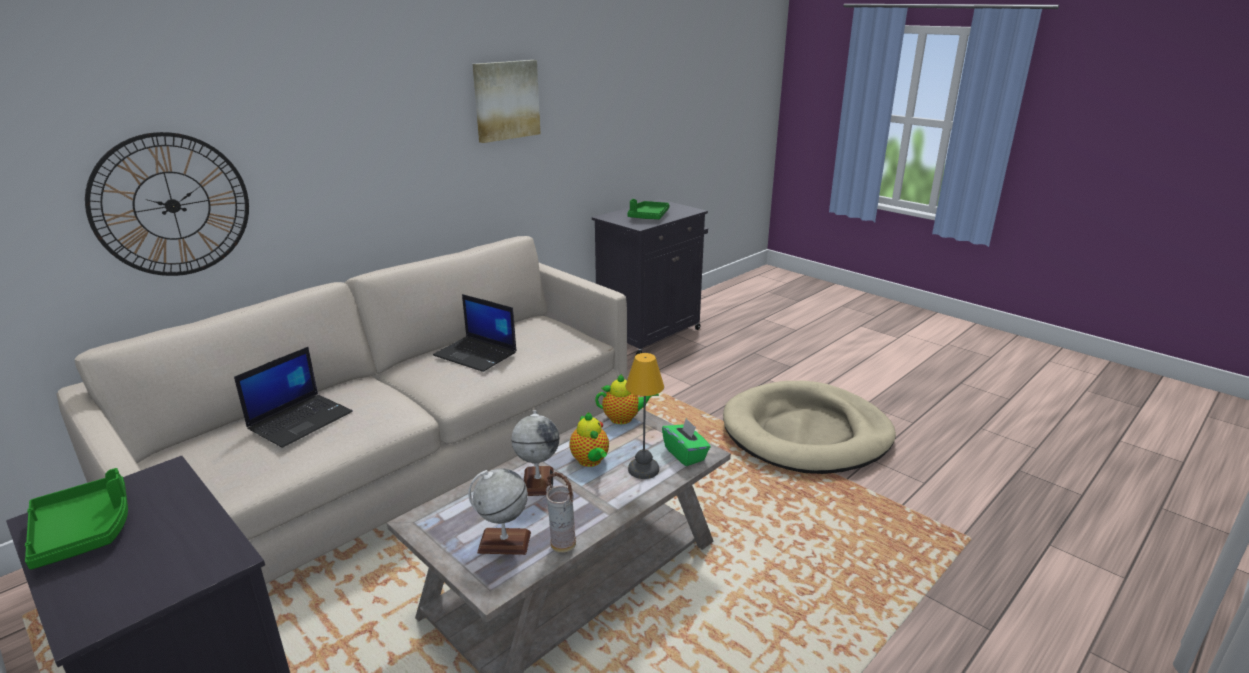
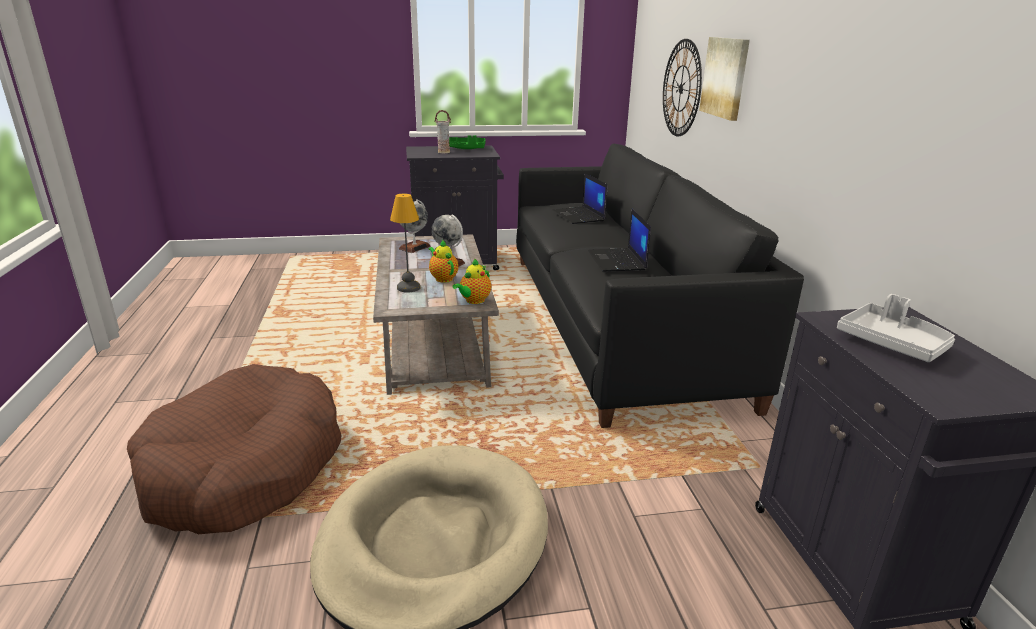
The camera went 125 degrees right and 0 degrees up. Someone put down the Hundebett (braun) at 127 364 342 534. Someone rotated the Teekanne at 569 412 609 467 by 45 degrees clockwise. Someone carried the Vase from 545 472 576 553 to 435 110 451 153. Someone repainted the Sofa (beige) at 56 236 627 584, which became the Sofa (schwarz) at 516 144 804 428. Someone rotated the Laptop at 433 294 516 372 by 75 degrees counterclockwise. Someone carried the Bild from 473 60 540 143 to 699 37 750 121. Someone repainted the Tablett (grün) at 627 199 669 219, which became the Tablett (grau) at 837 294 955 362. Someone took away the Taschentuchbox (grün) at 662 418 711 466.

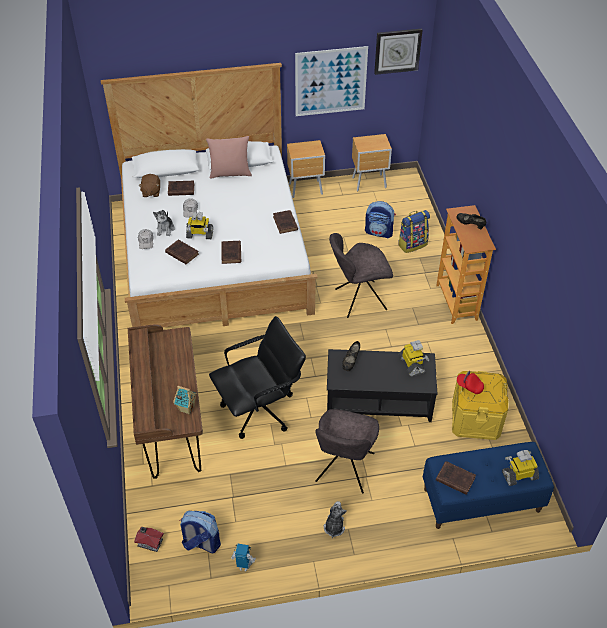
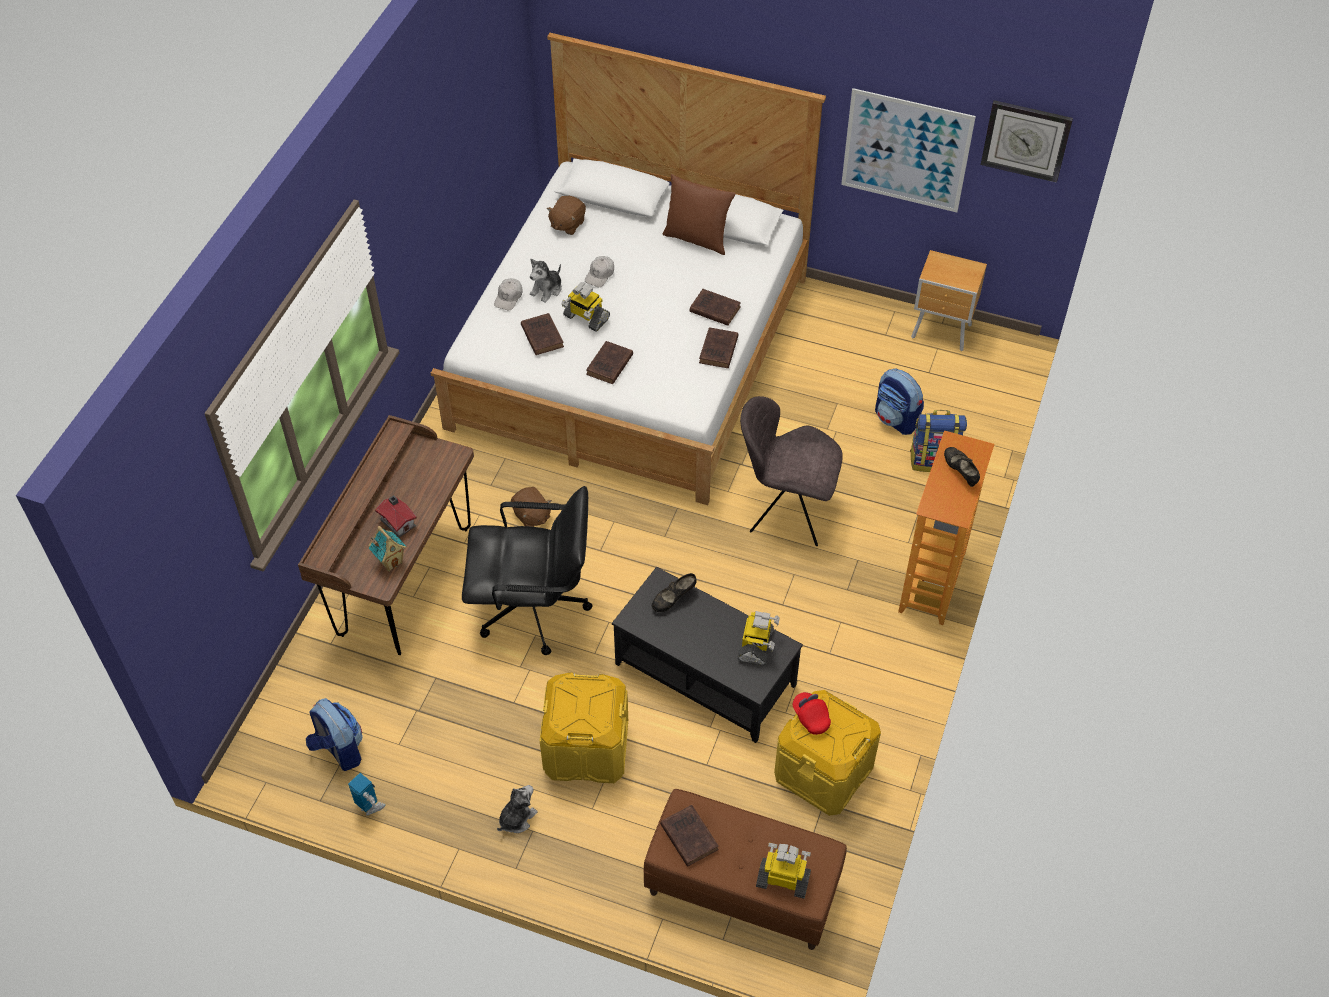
The camera went 30 degrees right and 5 degrees up. Someone carried the Spielzeughaus from 134 527 164 552 to 375 495 417 538. Someone put down the Plüschtier (braun) at 511 487 552 527. Someone swapped the Stuhl (grau) at 315 409 379 493 for the Aufbewahrungsbox (gelb) at 540 673 628 783. Someone repainted the Bank (blau) at 423 442 554 529, which became the Bank (braun) at 643 789 847 950. Someone repainted the Kissen (rosa) at 206 136 252 179, which became the Kissen (braun) at 663 174 735 255. Someone carried the Buch (braun) from 168 181 194 196 to 690 289 741 326. Someone took away the Nachttisch (braun) at 287 140 325 198.

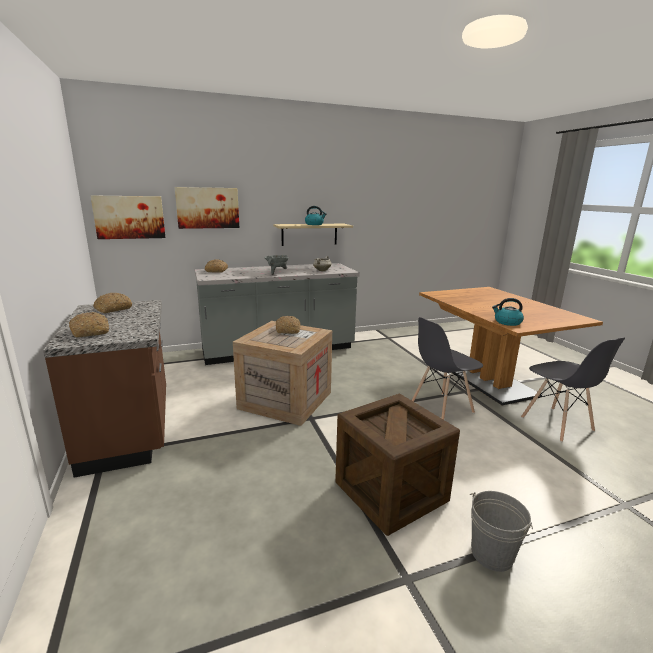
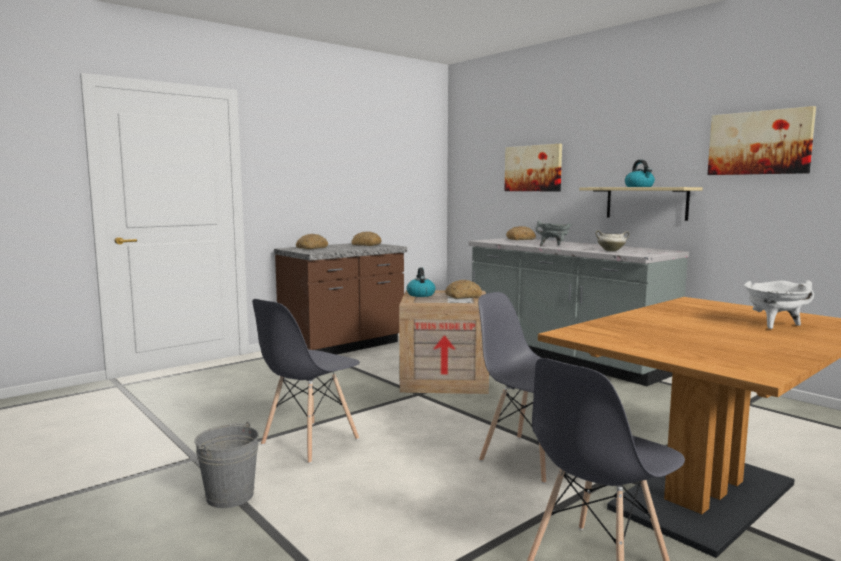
The camera went 70 degrees right and 10 degrees down. Someone swapped the Kiste at 335 393 460 536 for the Stuhl (grau) at 252 299 360 464. Someone carried the Wasserkessel from 492 298 524 326 to 407 268 435 297. Someone carried the Bild from 91 195 166 239 to 707 106 816 175. Someone put down the Kochtopf (weiß) at 744 280 814 329.

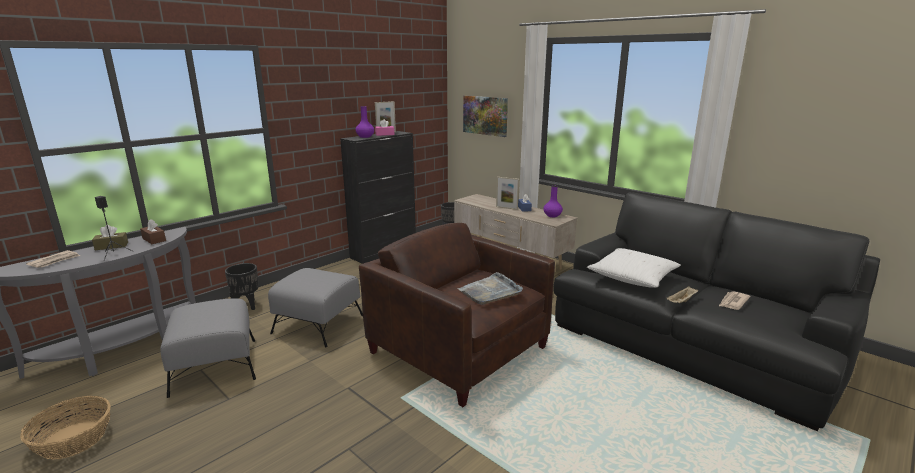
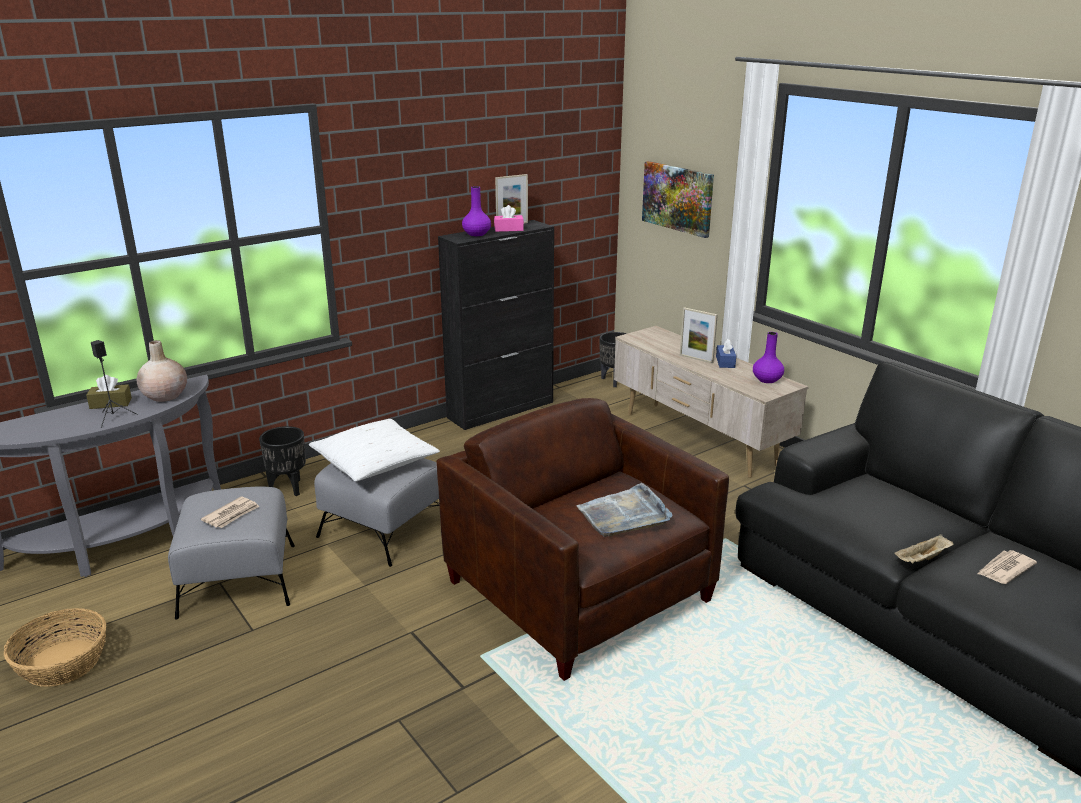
The camera went 10 degrees right and 5 degrees up. Someone swapped the Taschentuchbox (braun) at 140 219 166 244 for the Vase (beige) at 137 340 187 402. Someone carried the Zeitung from 26 250 80 268 to 201 497 260 528. Someone carried the Kissen (weiß) from 587 248 681 288 to 309 419 440 481.

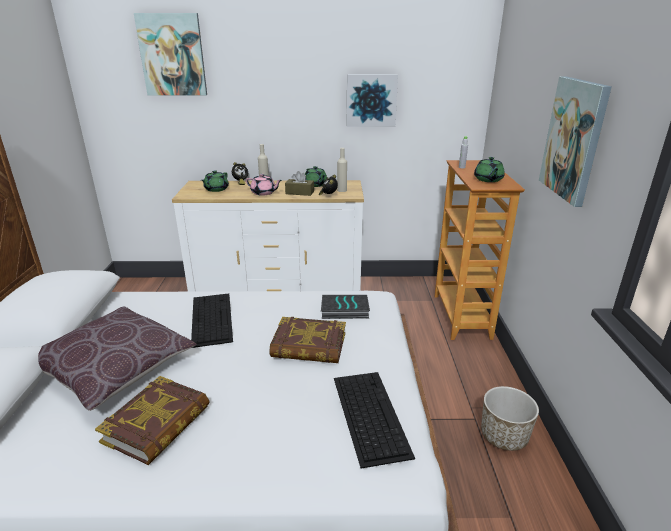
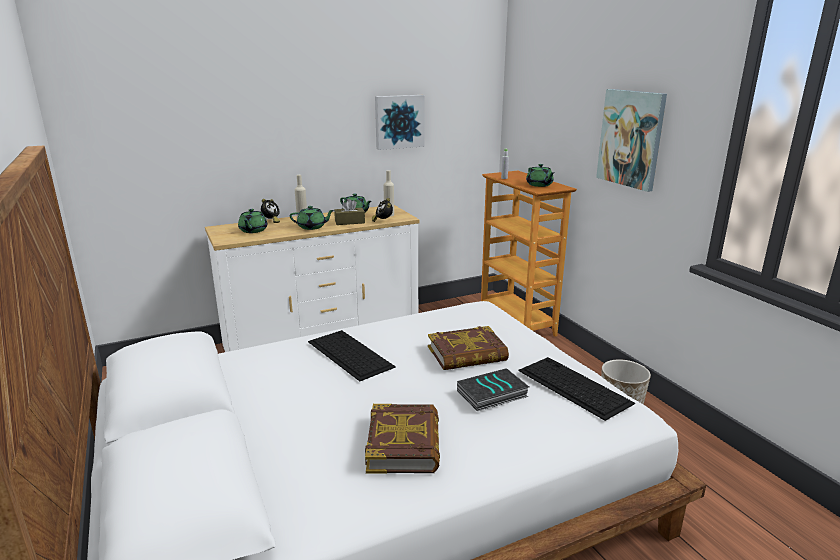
The camera went 25 degrees left and 5 degrees down. Someone repainted the Teekanne (rosa) at 246 174 282 196, which became the Teekanne (grün) at 290 206 334 230. Someone carried the Buch from 321 295 370 319 to 457 368 529 411. Someone took away the Kissen (braun) at 38 306 197 411. Someone took away the Bild at 134 13 207 95.

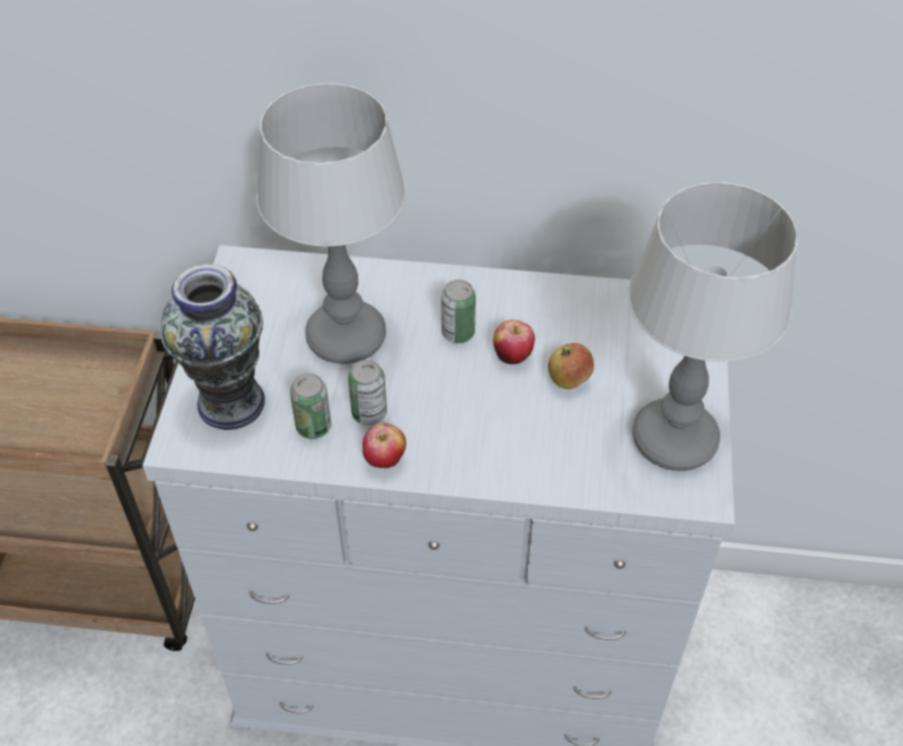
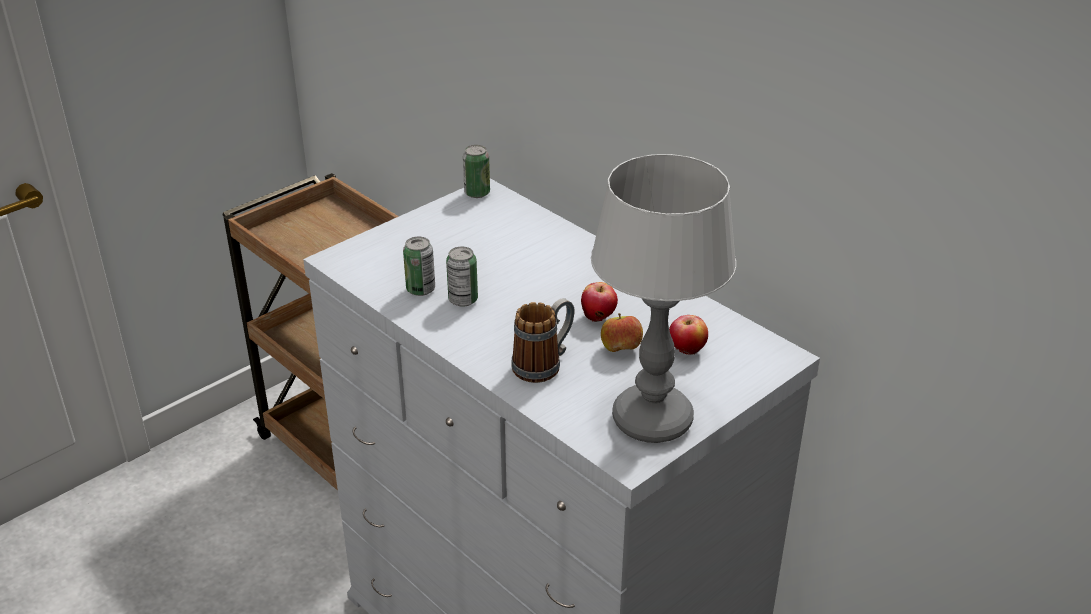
The camera went 40 degrees right and 15 degrees down. Someone carried the Dose from 441 279 476 343 to 463 145 490 198. Someone put down the Henkelbecher at 511 298 574 383. Someone carried the Apfel from 362 423 406 468 to 669 315 708 355. Someone took away the Vase at 161 264 265 430. Someone took away the Tischlampe at 257 83 406 364.

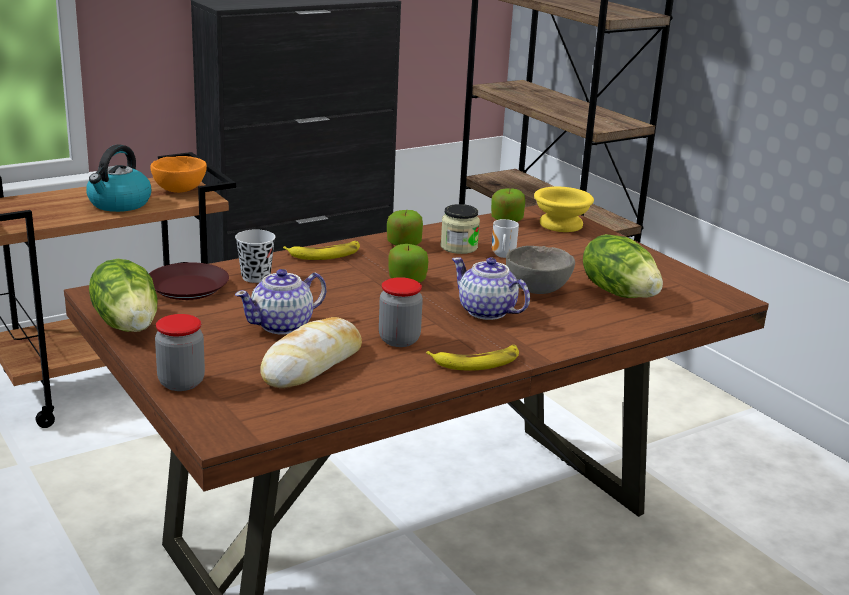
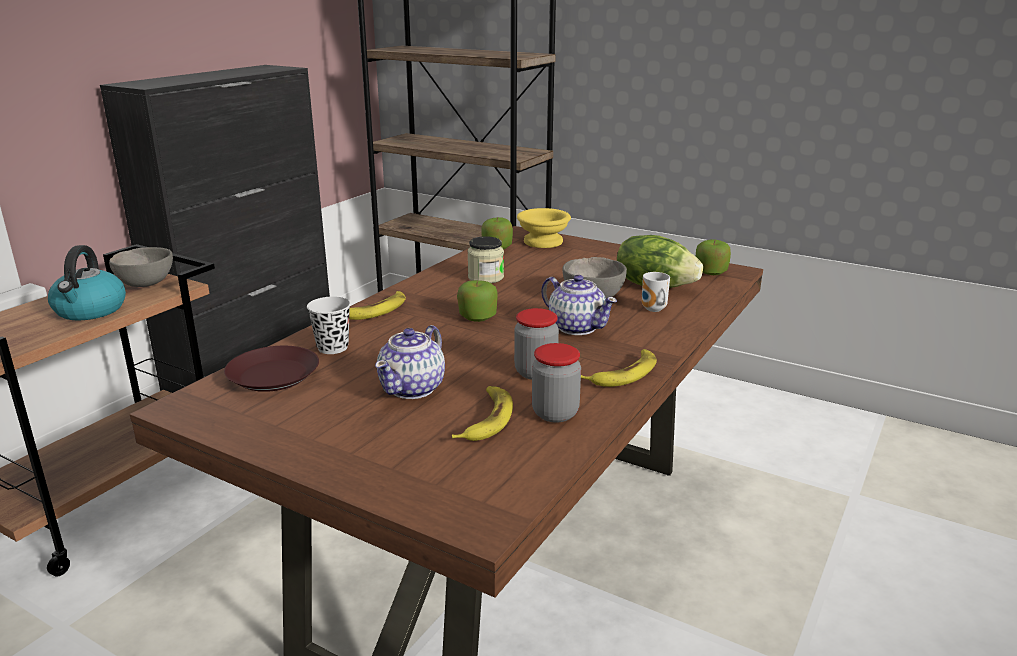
The camera went 25 degrees left and 0 degrees up. Someone repainted the Schüssel (orange) at 150 156 207 193, which became the Schüssel (grau) at 109 247 173 287. Someone swapped the Brot at 260 317 362 389 for the Banane at 452 386 513 441. Someone carried the Vorratsglas from 155 314 205 391 to 532 343 581 423. Someone rotated the Teekanne at 452 257 530 320 by 150 degrees counterclockwise. Someone carried the Henkelbecher from 492 219 519 258 to 642 272 670 312. Someone carried the Apfel from 387 210 423 246 to 696 239 731 275. Someone took away the Salatkopf at 89 259 157 332.

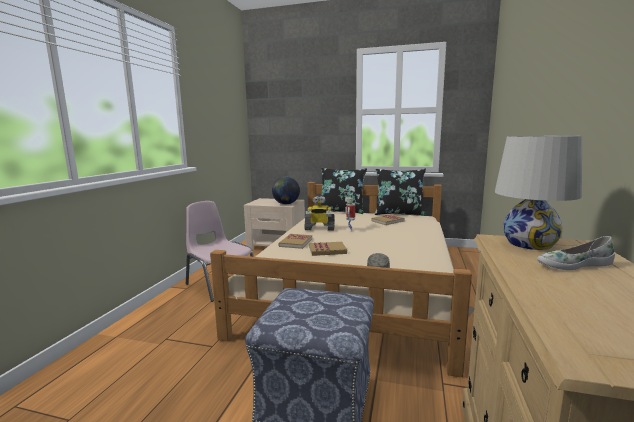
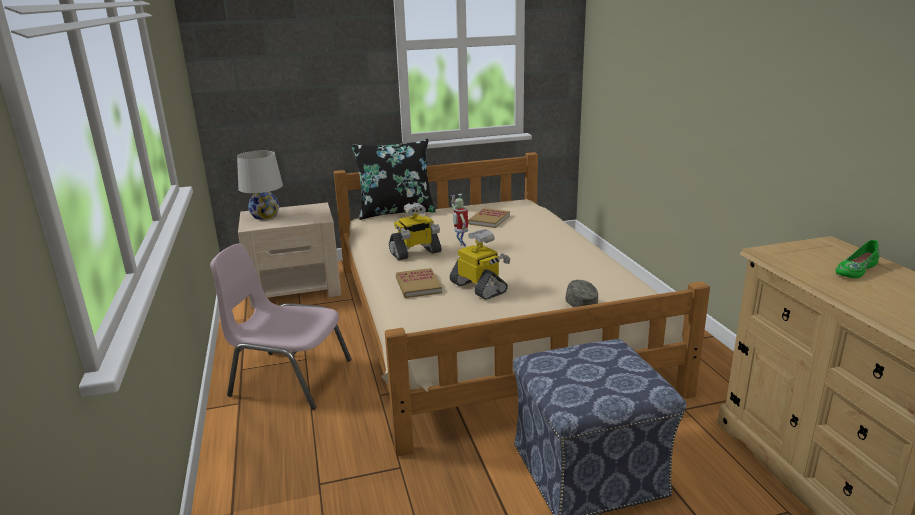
The camera went 30 degrees left and 10 degrees up. Someone carried the Tischlampe (weiß) from 495 136 582 250 to 237 150 283 220. Someone swapped the Buch at 309 242 347 256 for the Spielzeugroboter at 450 229 510 299. Someone repainted the Schuh (weiß) at 537 236 615 270, which became the Schuh (grün) at 836 240 880 278. Someone took away the Globus at 272 177 300 204. Someone took away the Kissen (schwarz) at 375 169 426 216.

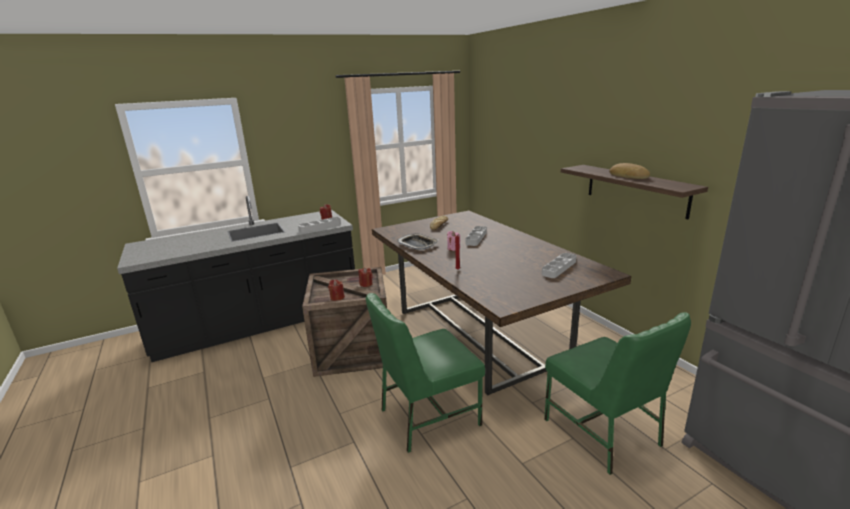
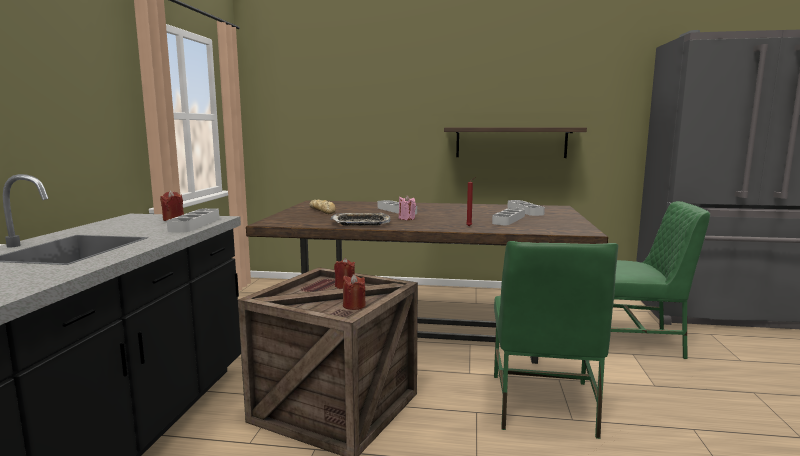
The camera went 55 degrees left and 10 degrees down. Someone put down the Tablett (grau) at 492 207 525 225. Someone took away the Brot at 609 163 650 179.

